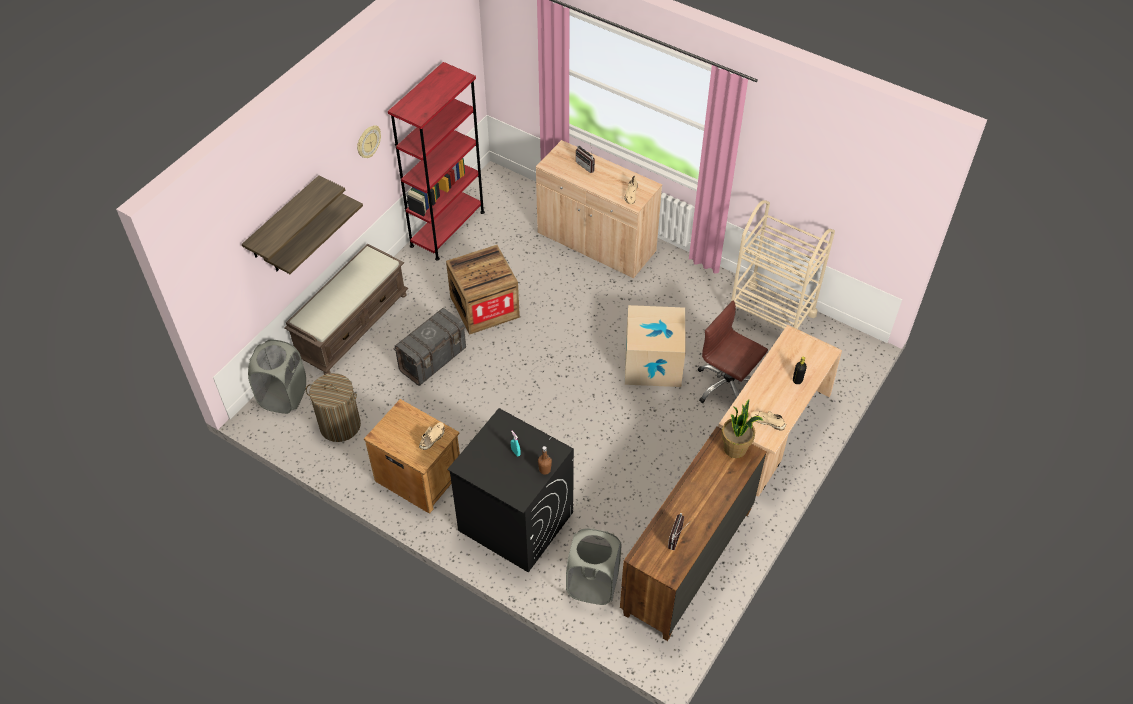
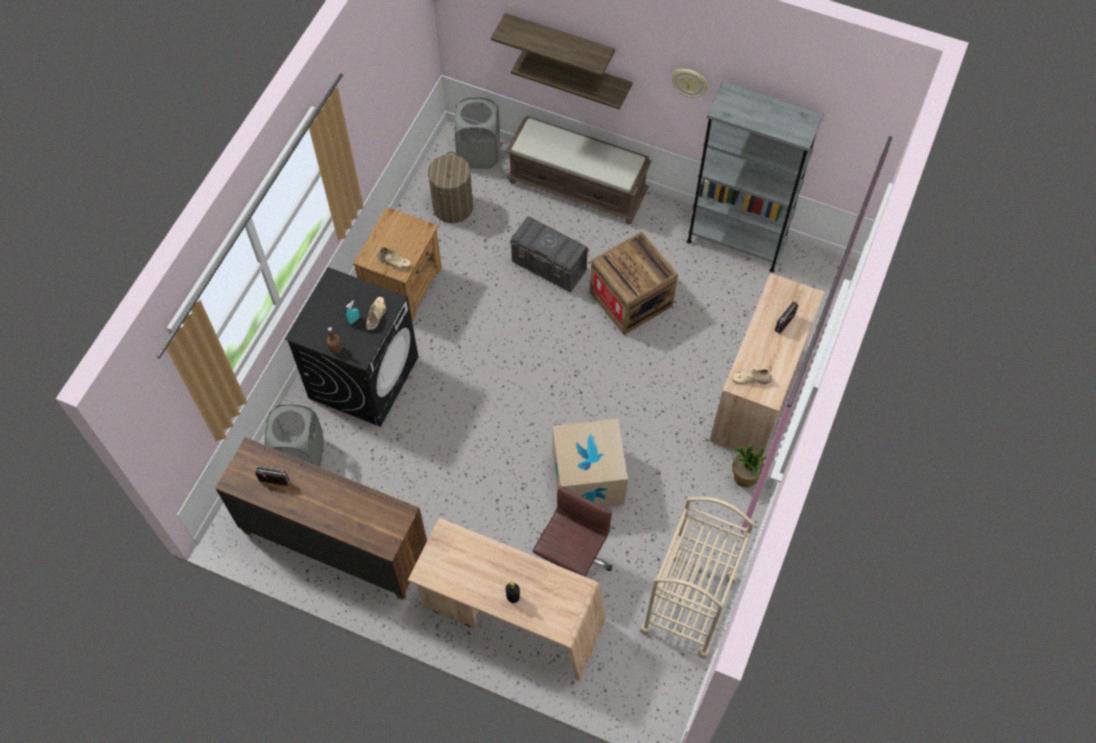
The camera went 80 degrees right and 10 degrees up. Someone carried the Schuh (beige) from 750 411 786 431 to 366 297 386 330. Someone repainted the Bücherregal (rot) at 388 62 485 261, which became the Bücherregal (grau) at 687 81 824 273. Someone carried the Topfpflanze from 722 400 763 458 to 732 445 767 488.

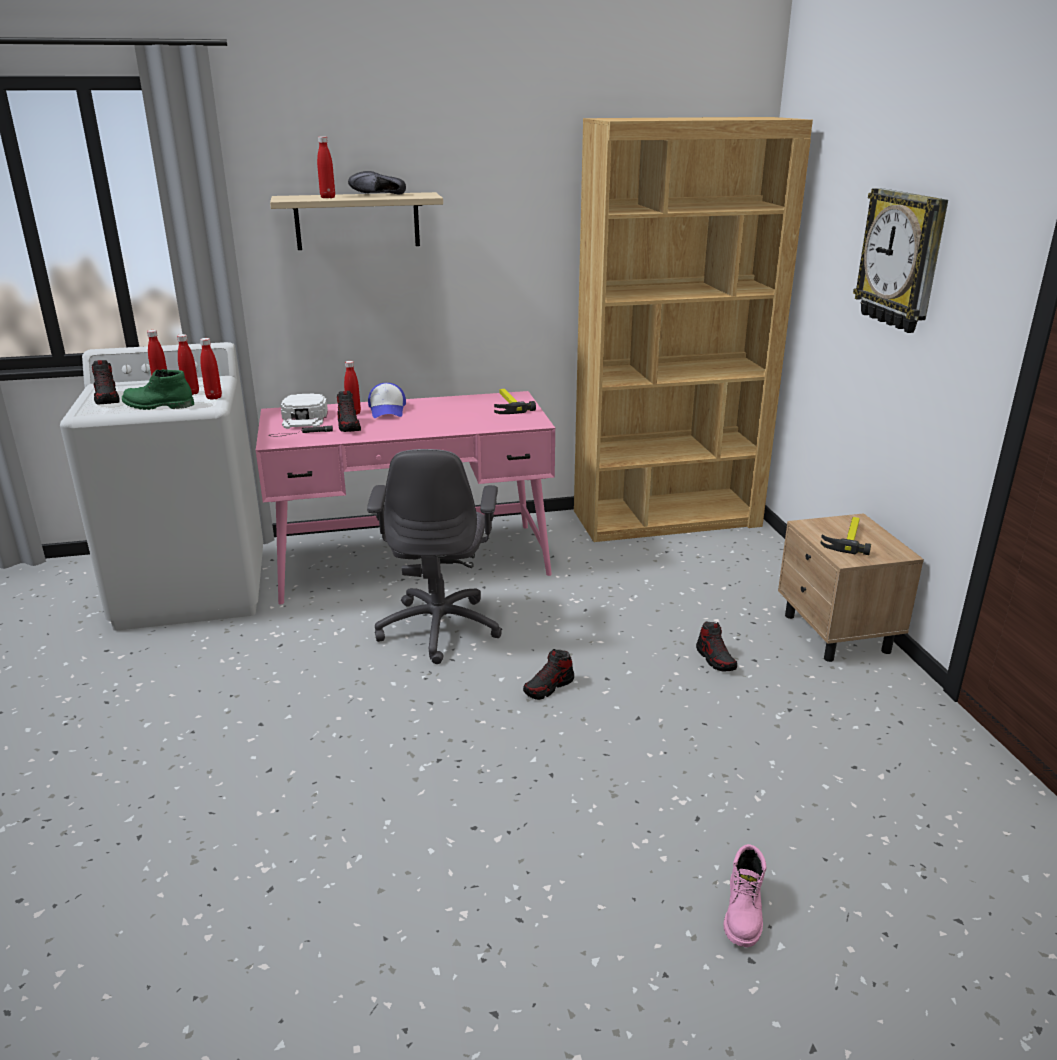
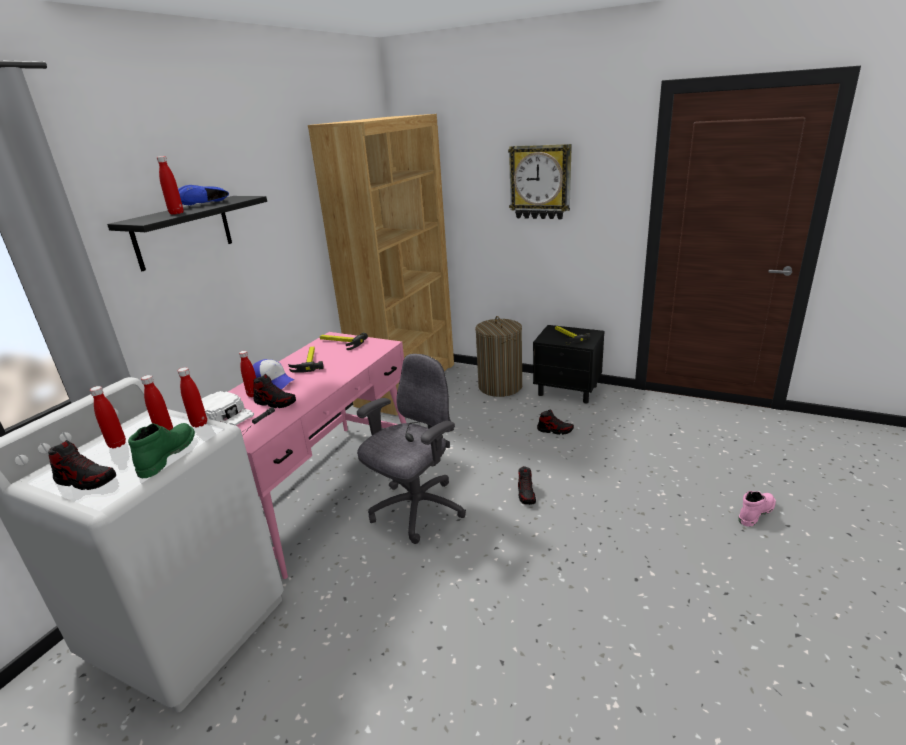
The camera went 50 degrees left and 0 degrees up. Someone repainted the Wandregal (beige) at 270 192 443 250, which became the Wandregal (schwarz) at 107 196 267 271. Someone rotated the Stiefel (grün) at 122 369 194 410 by 150 degrees clockwise. Someone repainted the Schuh (schwarz) at 348 171 406 194, which became the Schuh (blau) at 178 185 229 205. Someone put down the Hammer at 288 347 323 373. Someone rotated the Bürostuhl (grau) at 367 449 502 664 by 90 degrees counterclockwise. Someone put down the Wäschekorb at 475 316 522 397. Someone repainted the Nachttisch (beige) at 778 513 924 662, which became the Nachttisch (schwarz) at 533 325 605 403. Someone rotated the Stiefel (rosa) at 723 844 766 947 by 90 degrees counterclockwise.

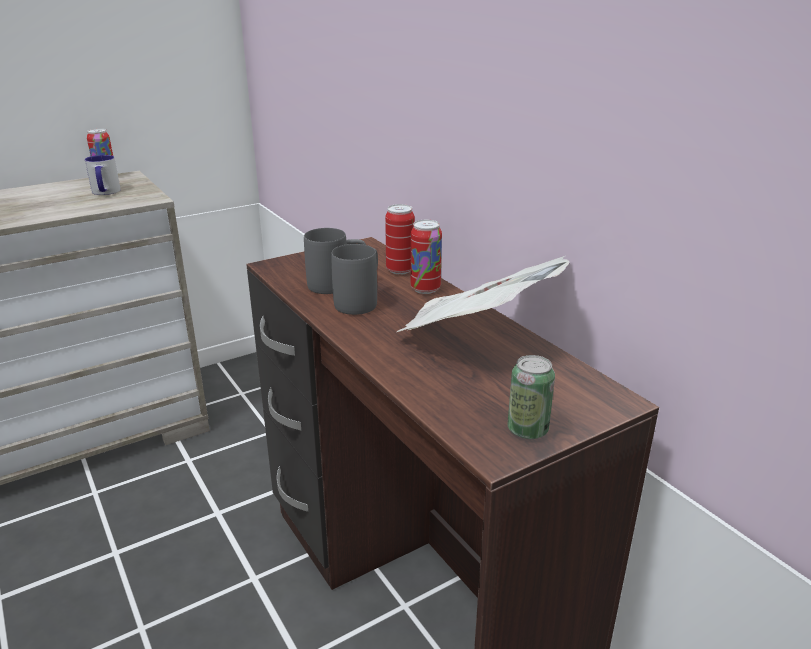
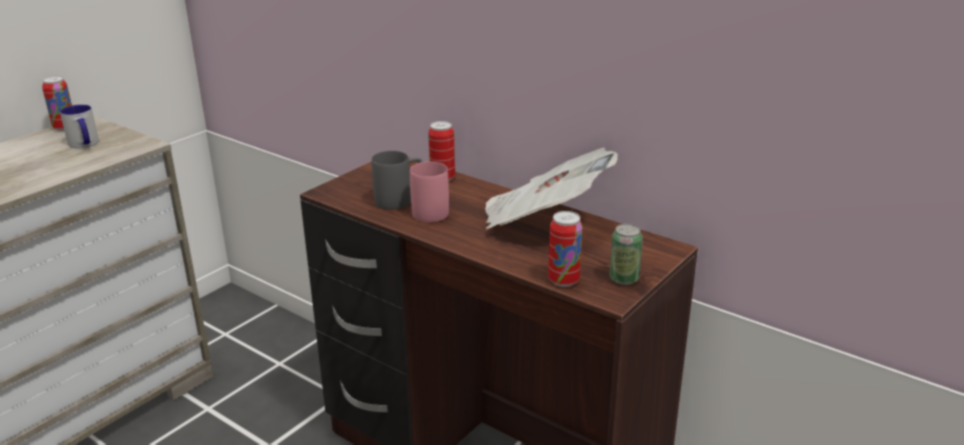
The camera went 20 degrees left and 0 degrees up. Someone repainted the Henkelbecher (grau) at 331 244 378 315, which became the Henkelbecher (rosa) at 410 161 449 222. Someone carried the Dose from 411 220 442 294 to 548 211 582 287.

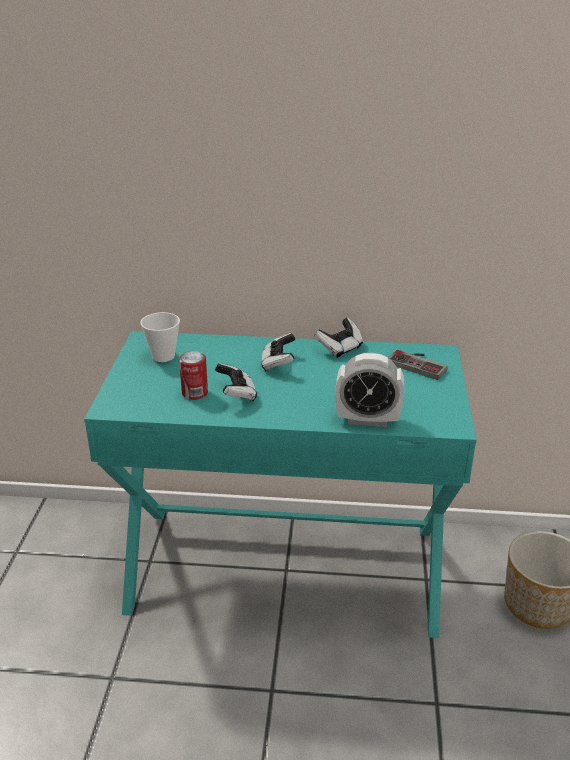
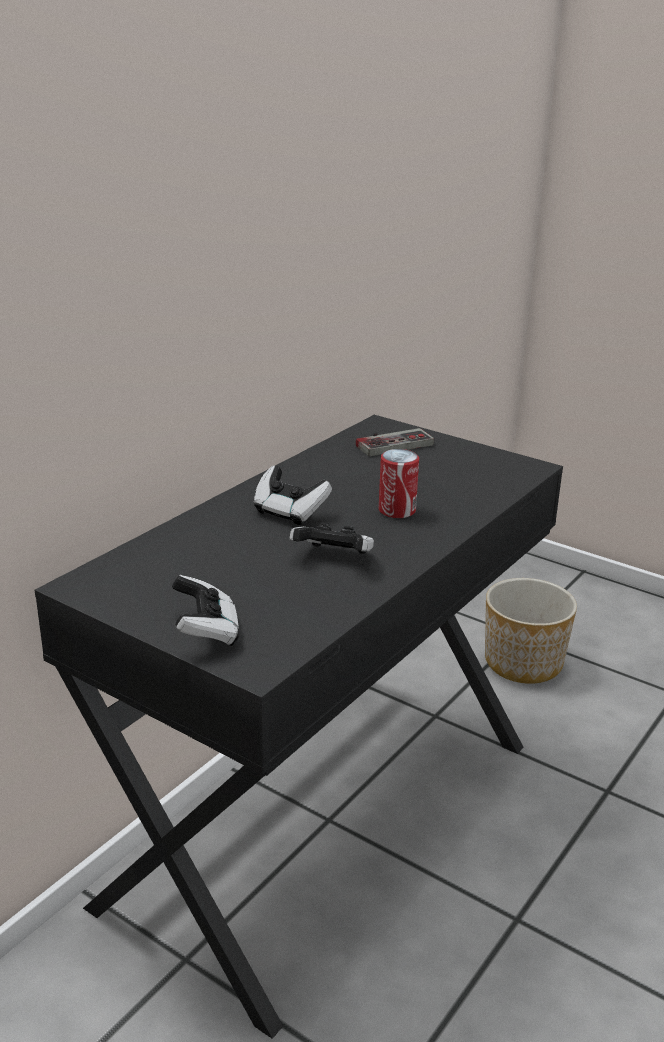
The camera went 60 degrees left and 5 degrees down. Someone repainted the Schreibtisch (türkis) at 84 331 477 638, which became the Schreibtisch (schwarz) at 35 415 563 1039. Someone carried the Gamepad from 315 318 363 358 to 172 575 239 646. Someone carried the Dose from 179 351 208 400 to 379 449 419 518. Someone took away the Tasse at 140 312 180 362. Someone took away the Wecker at 335 353 404 427.

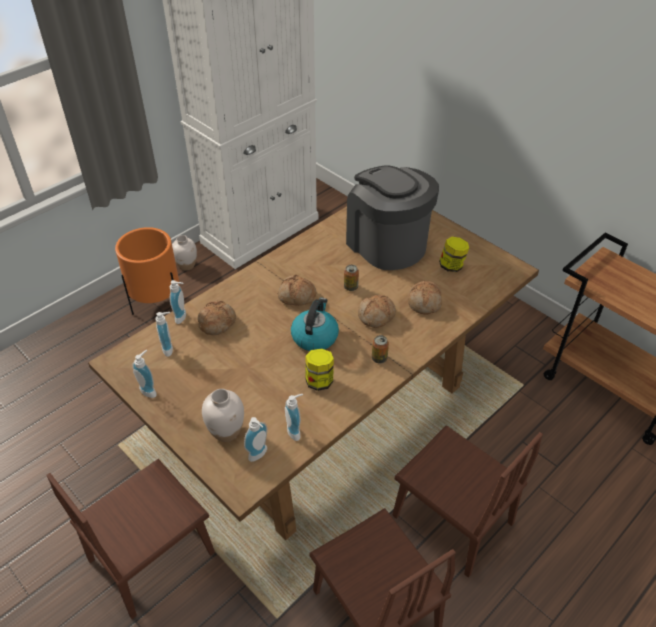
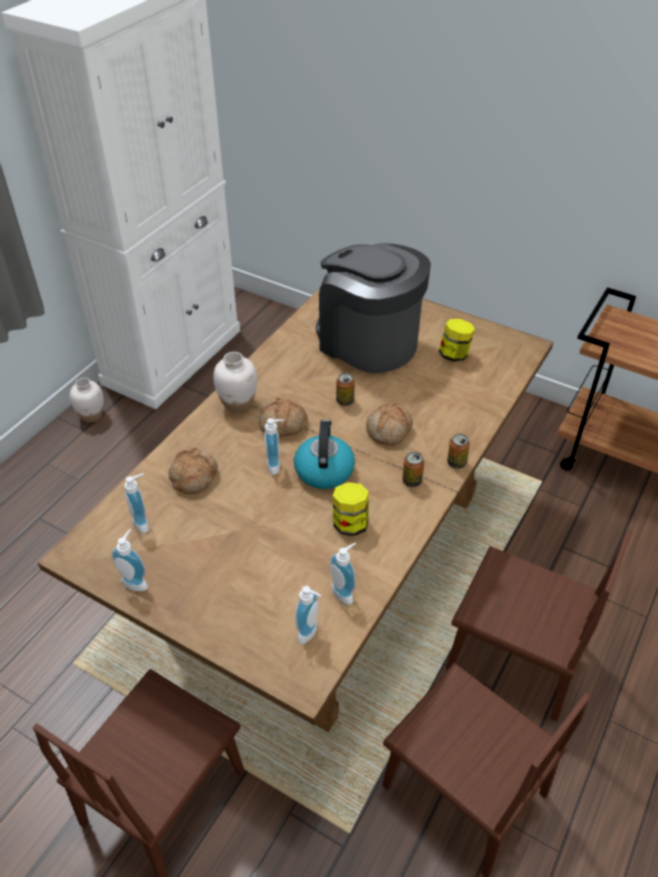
The camera went 15 degrees left and 0 degrees up. Someone carried the Vase (weiß) from 202 389 244 442 to 213 352 257 413. Someone carried the Seifenspender from 170 280 186 324 to 264 418 284 475. Someone put down the Dose at 447 434 470 469. Someone took away the Pflanzkübel (orange) at 115 227 179 315. Someone took away the Brot at 408 281 442 315.

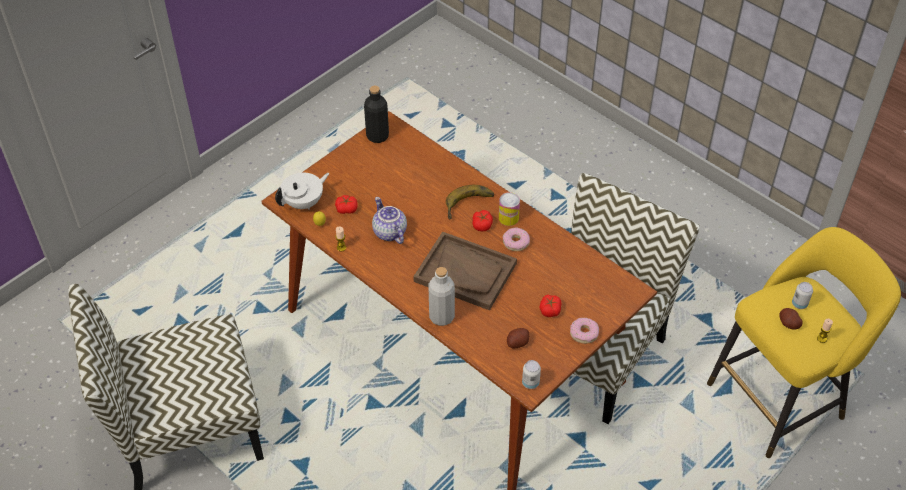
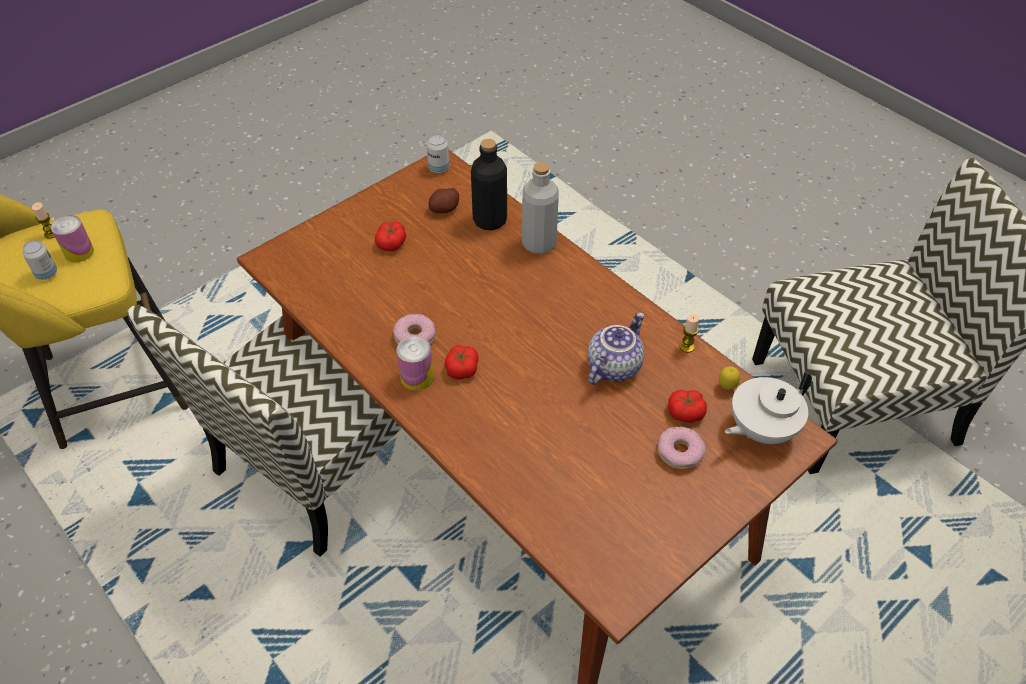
The camera went 175 degrees left and 0 degrees up. Someone swapped the Kartoffel at 779 308 803 329 for the Dose at 51 215 94 263. Someone carried the Flasche (schwarz) from 364 86 389 143 to 471 139 507 230. Someone rotated the Teekanne at 372 197 407 244 by 120 degrees counterclockwise. Someone carried the Donut from 570 318 599 344 to 658 426 706 470. Someone took away the Tablett (braun) at 413 231 517 311. Someone took away the Banane at 446 185 494 219.

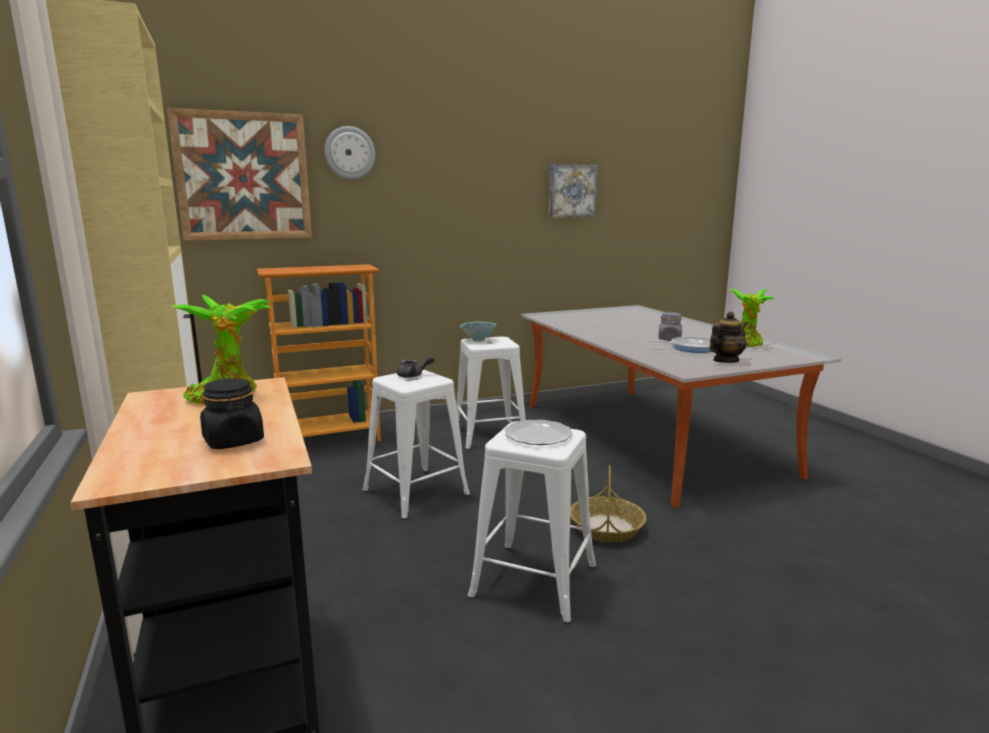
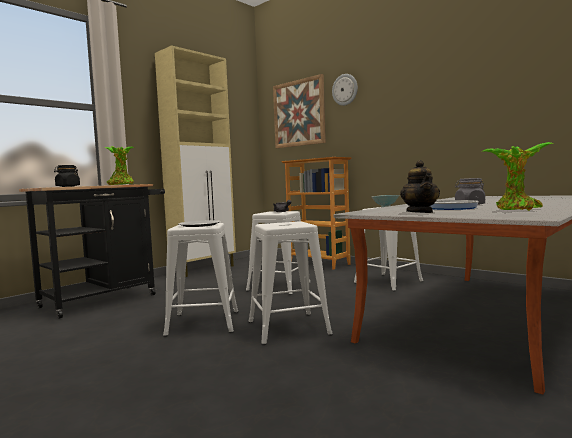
The camera went 65 degrees right and 10 degrees down. Someone swapped the Korb at 570 465 646 542 for the Hocker (weiß) at 248 222 333 345. Someone rotated the Teekanne at 710 312 747 363 by 60 degrees clockwise. Someone took away the Bild at 549 164 597 218.

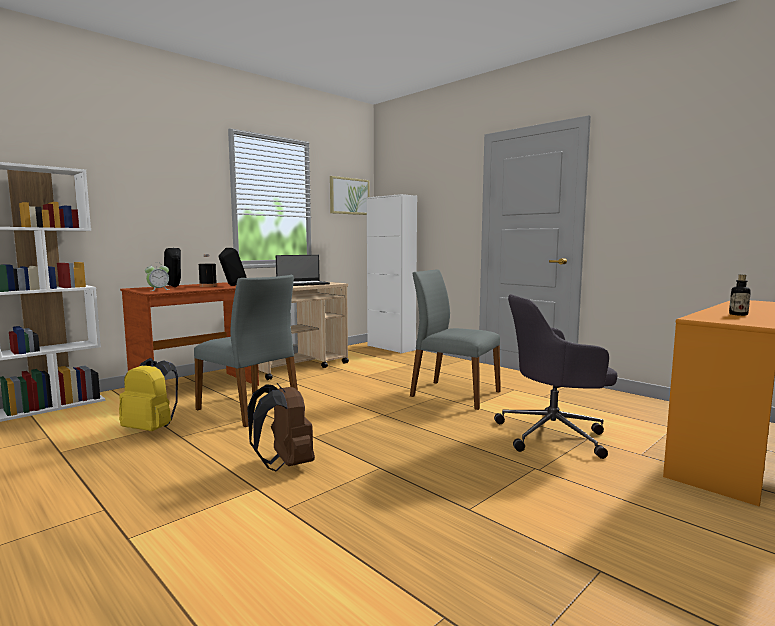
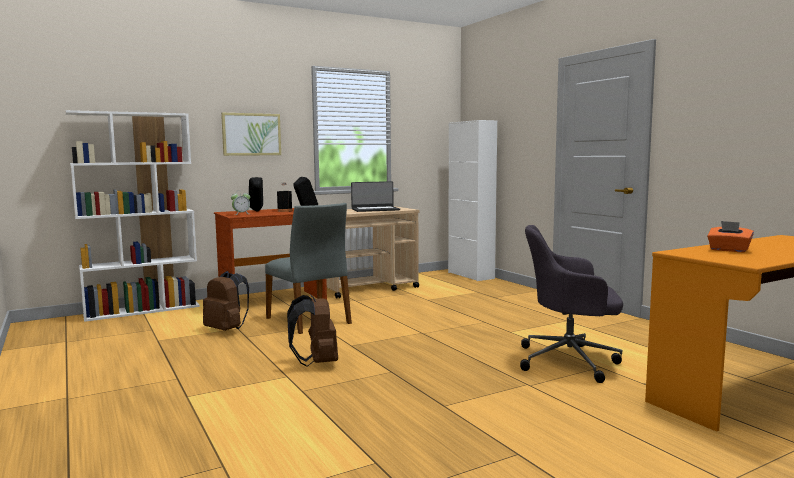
The camera went 15 degrees right and 0 degrees up. Someone repainted the Rucksack (gelb) at 119 358 178 431, which became the Rucksack (braun) at 203 271 249 331. Someone carried the Bild from 330 176 369 215 to 221 113 281 156. Someone swapped the Flasche at 729 274 751 316 for the Taschentuchbox (orange) at 707 221 754 252. Someone took away the Stuhl (grau) at 410 269 501 410.

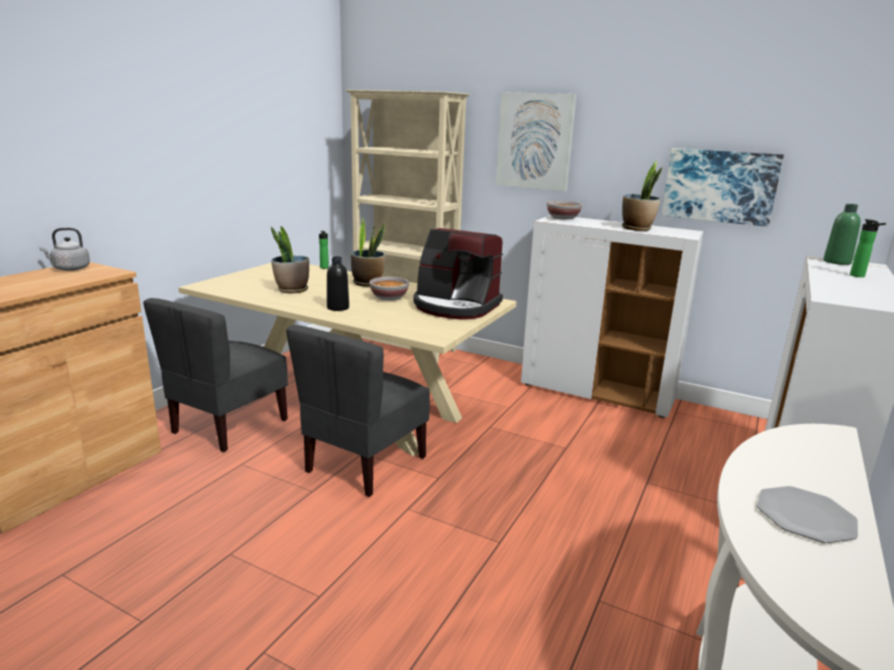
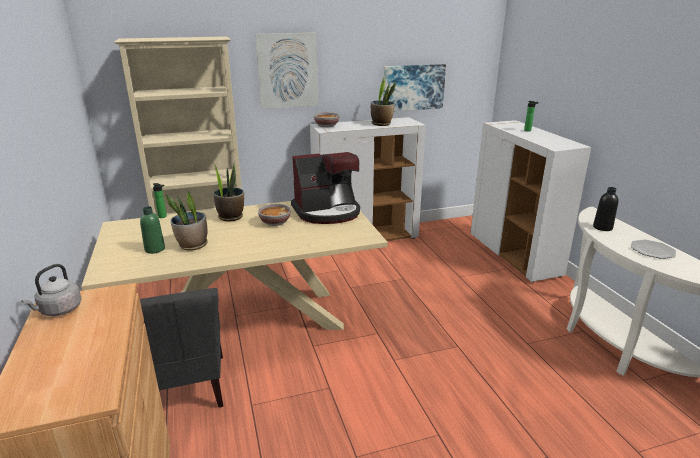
The camera went 45 degrees left and 5 degrees up. Someone carried the Flasche (grün) from 823 204 861 265 to 140 206 165 254. Someone carried the Flasche (schwarz) from 327 256 349 311 to 593 187 619 231. Someone took away the Stuhl (grau) at 286 325 430 497.

